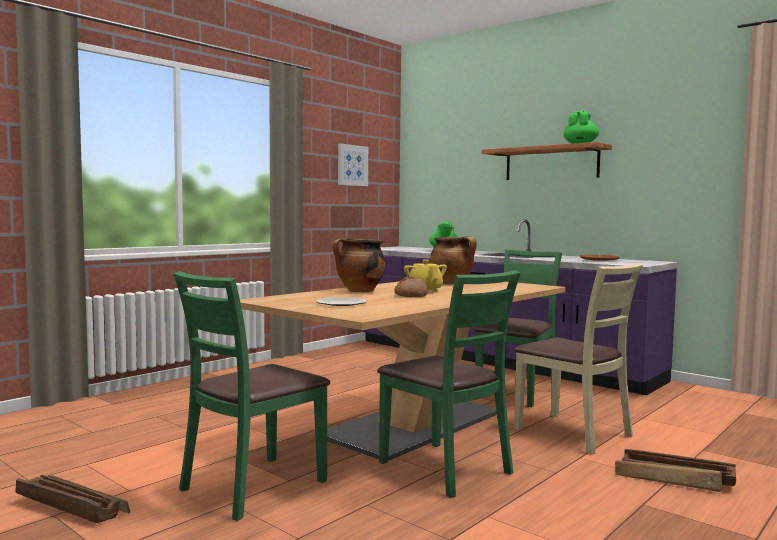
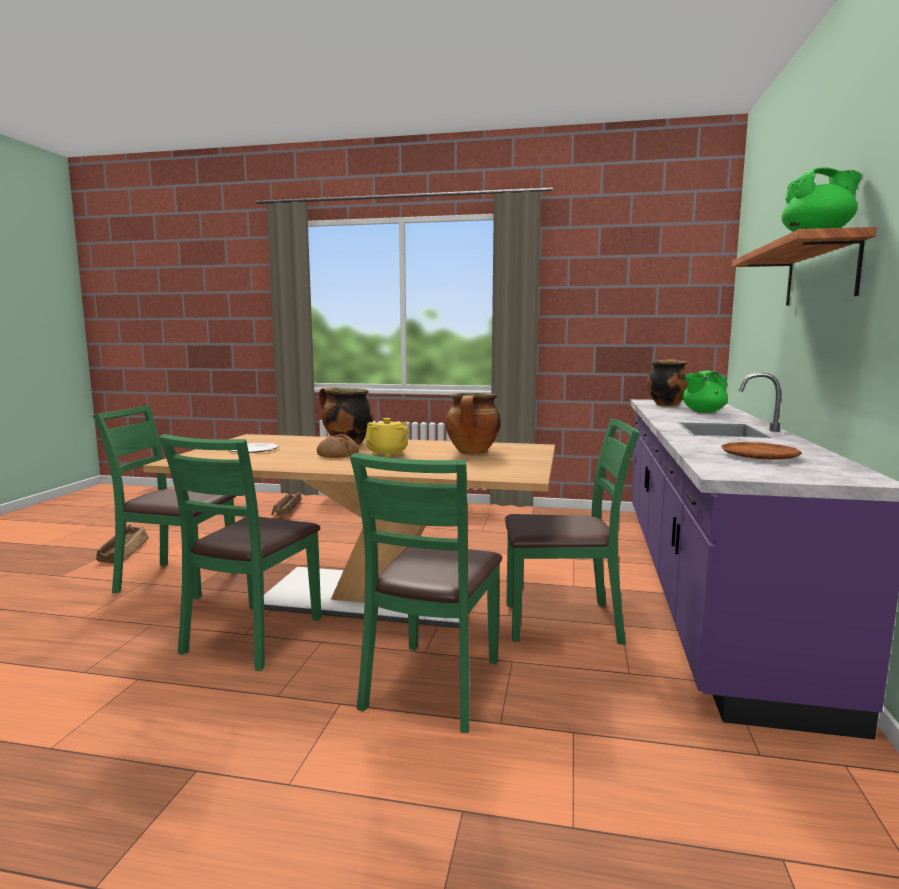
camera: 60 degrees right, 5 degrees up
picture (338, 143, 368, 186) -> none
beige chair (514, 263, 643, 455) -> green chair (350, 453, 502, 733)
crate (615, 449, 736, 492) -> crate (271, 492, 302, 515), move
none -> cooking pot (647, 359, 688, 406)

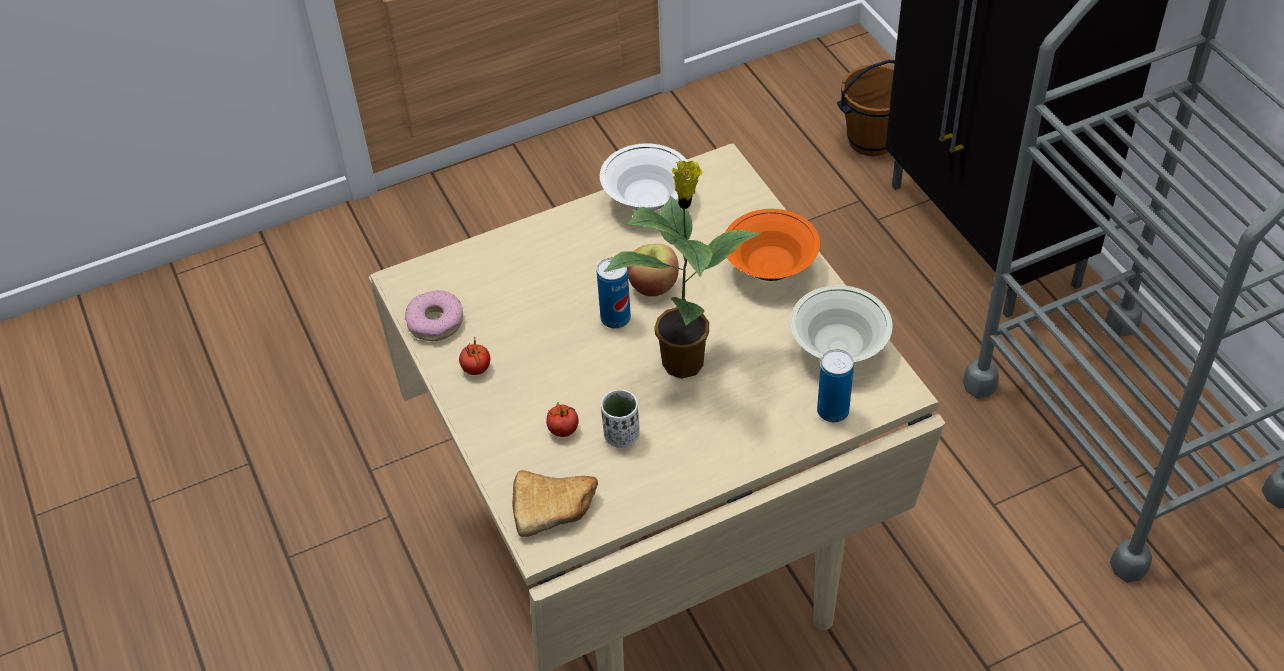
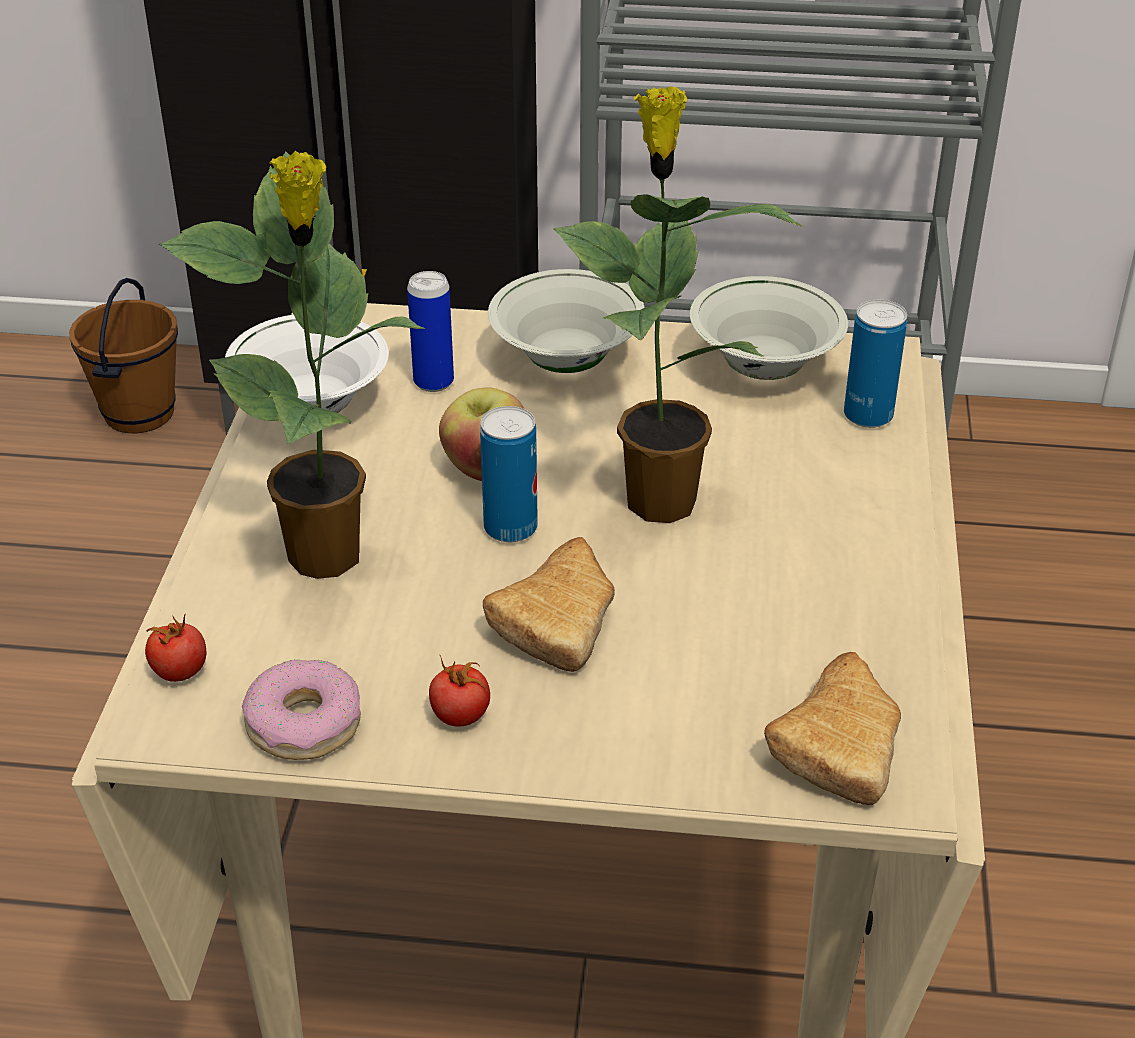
camera: 60 degrees left, 10 degrees down
orange bowl (726, 209, 820, 281) -> white bowl (488, 269, 645, 373)
white cup (601, 390, 640, 448) -> none
tomato (546, 402, 579, 437) -> tomato (145, 614, 206, 682), move
none -> potted plant (159, 151, 426, 579)
none -> can (407, 271, 454, 392)
none -> bread (483, 537, 615, 672)

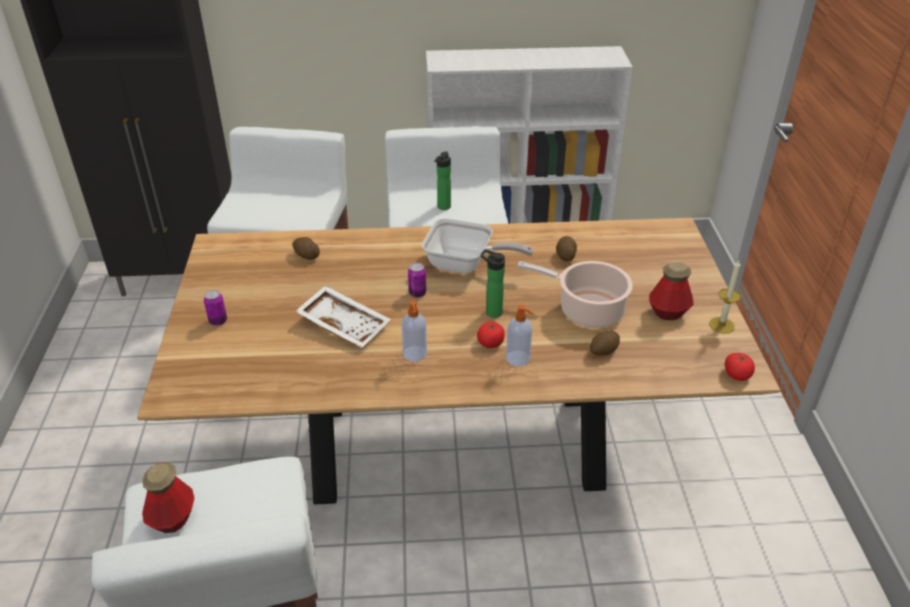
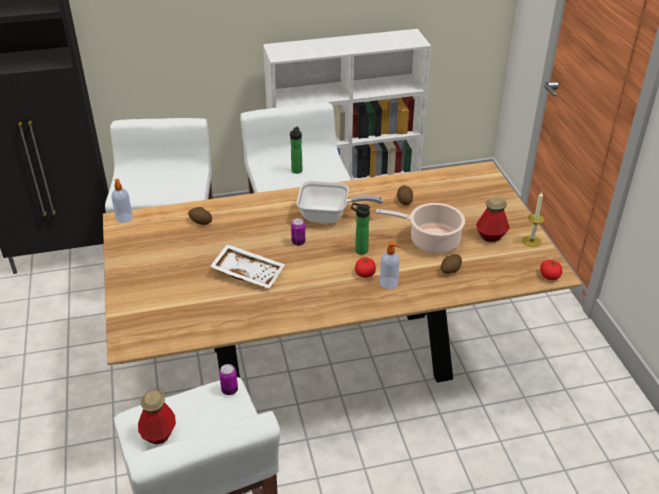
camera: 10 degrees left, 0 degrees up
can (204, 290, 227, 326) -> can (219, 364, 238, 395), move
soap dispenser (402, 300, 427, 362) -> soap dispenser (111, 179, 133, 223), move

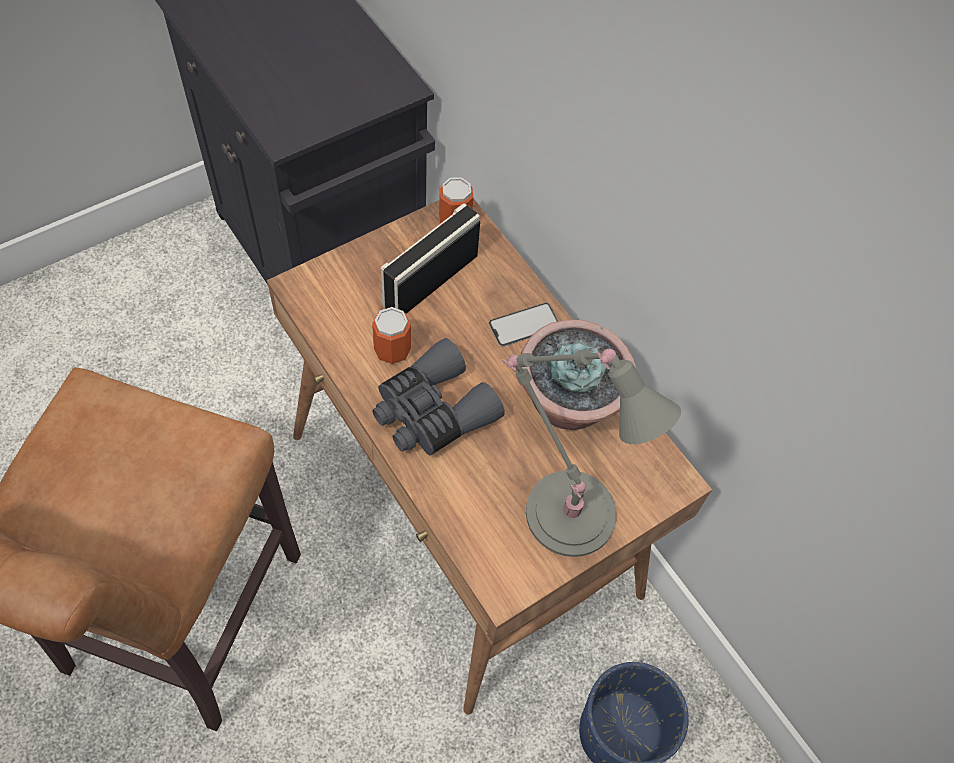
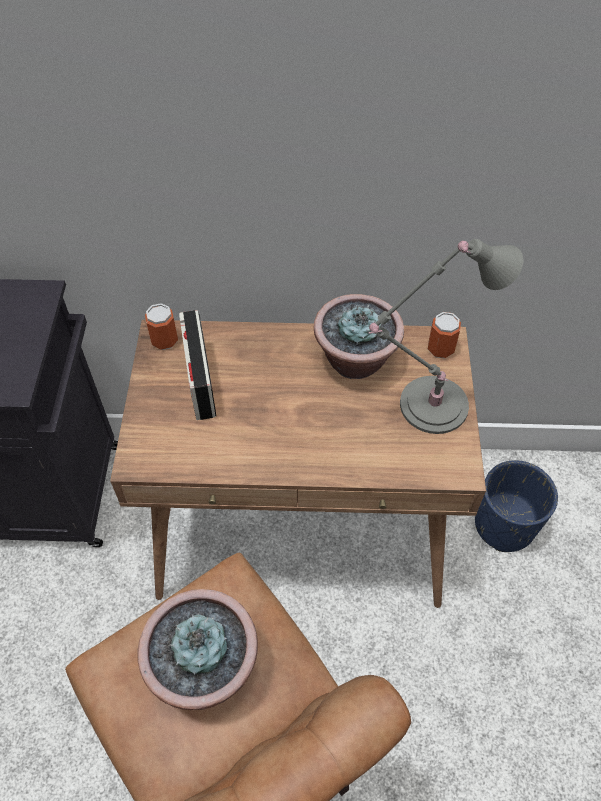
camera: 50 degrees left, 5 degrees down
phone (489, 303, 558, 347) -> none
can (372, 307, 411, 364) -> can (428, 312, 461, 359), move
grey binoculars (372, 338, 505, 455) -> none
none -> potted plant (137, 589, 258, 710)

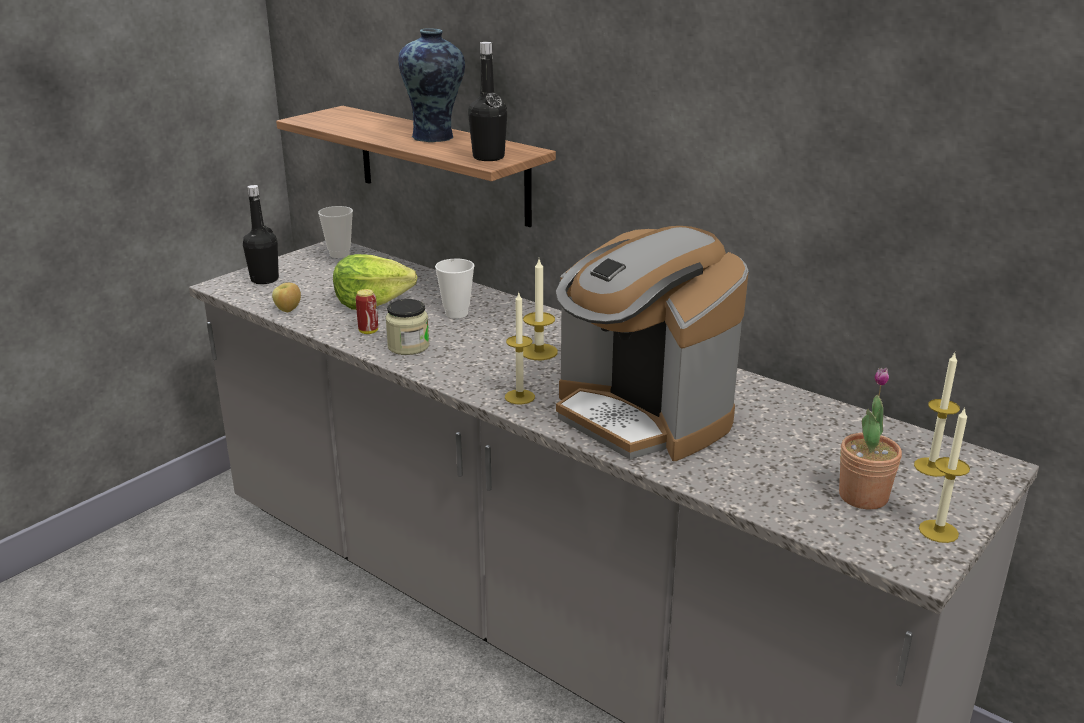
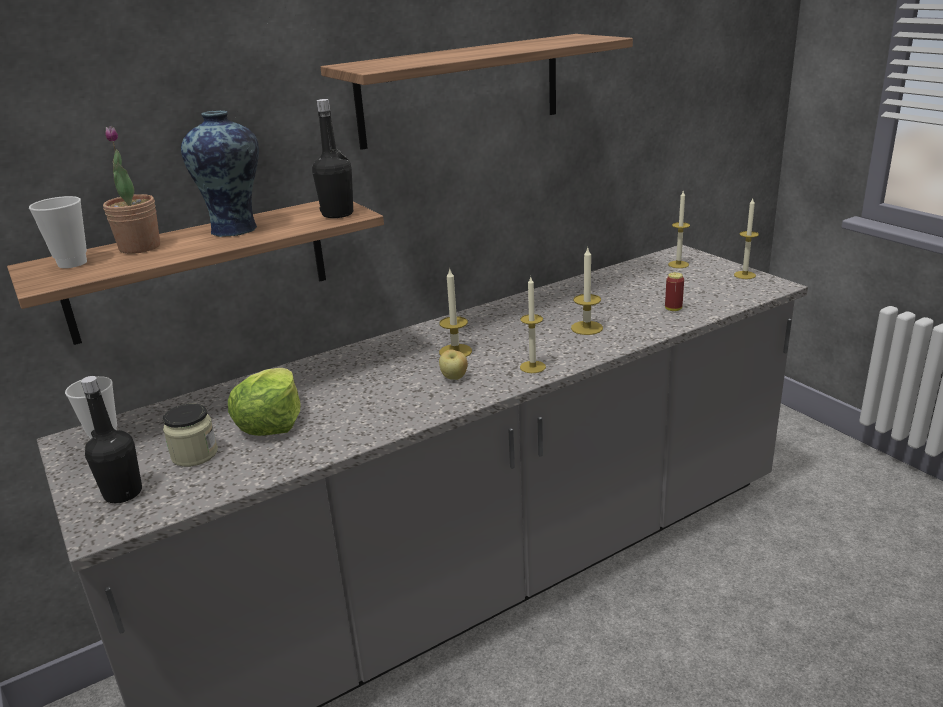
camera: 70 degrees left, 0 degrees up
coffee machine (555, 226, 749, 461) -> candle (571, 248, 603, 335)
cup (435, 259, 475, 318) -> cup (29, 196, 87, 268), move
apple (272, 283, 301, 312) -> apple (439, 350, 468, 380), move
can (355, 289, 378, 334) -> can (665, 272, 684, 311), move
jar (385, 299, 429, 355) -> jar (163, 403, 218, 467), move
potted plant (839, 368, 902, 510) -> potted plant (103, 126, 160, 254), move
none -> shelf (320, 34, 633, 150)

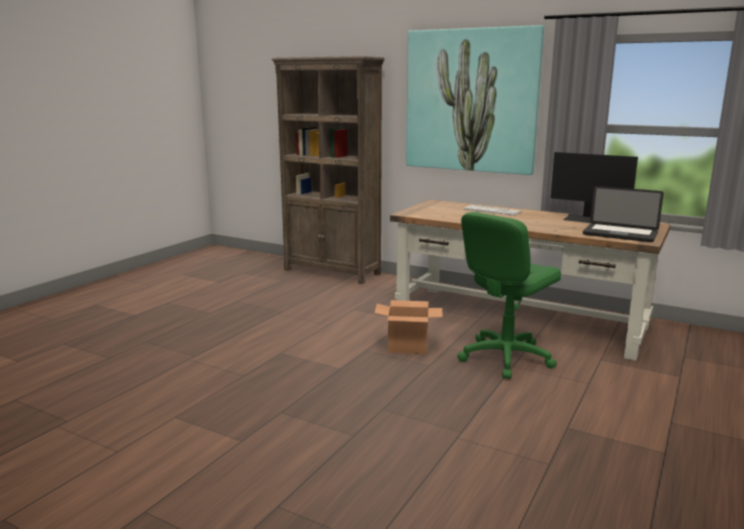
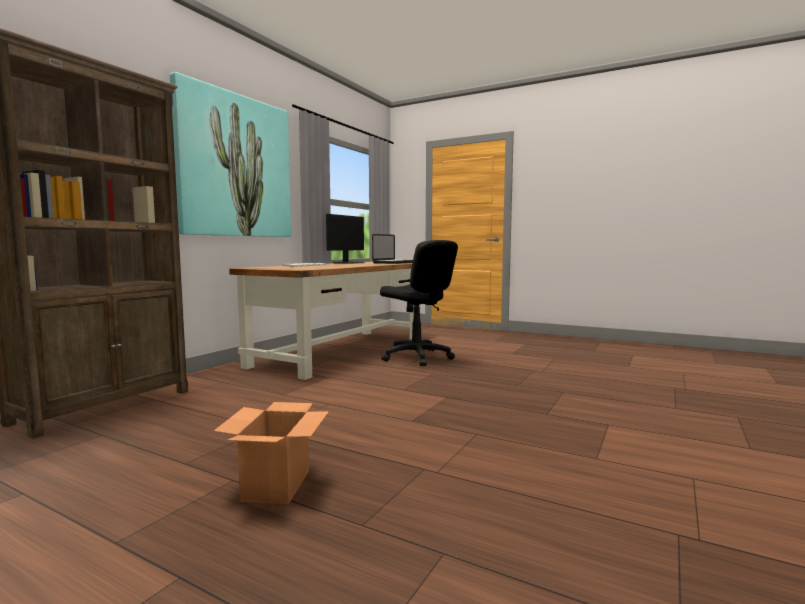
camera: 90 degrees left, 10 degrees down
green office chair (457, 212, 561, 379) -> black office chair (380, 240, 458, 366)
cardboard box (375, 300, 443, 354) -> cardboard box (214, 402, 329, 504), move

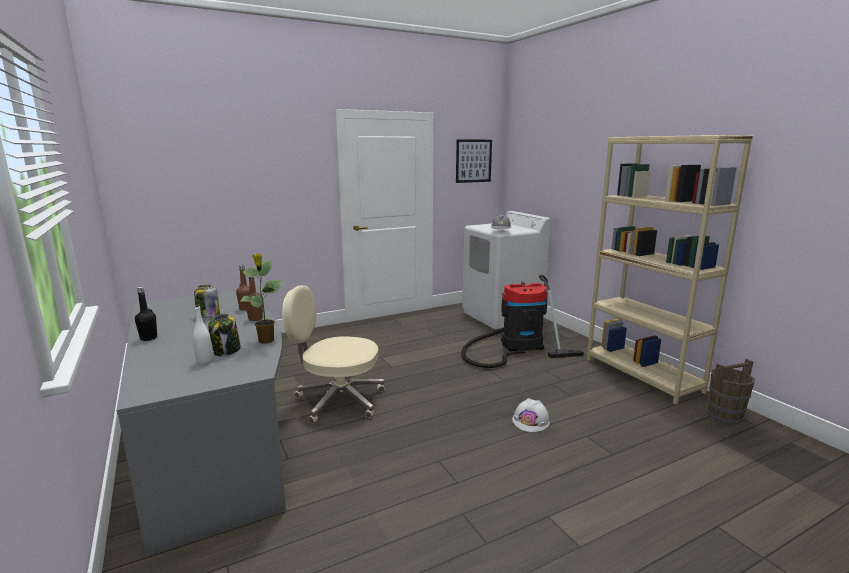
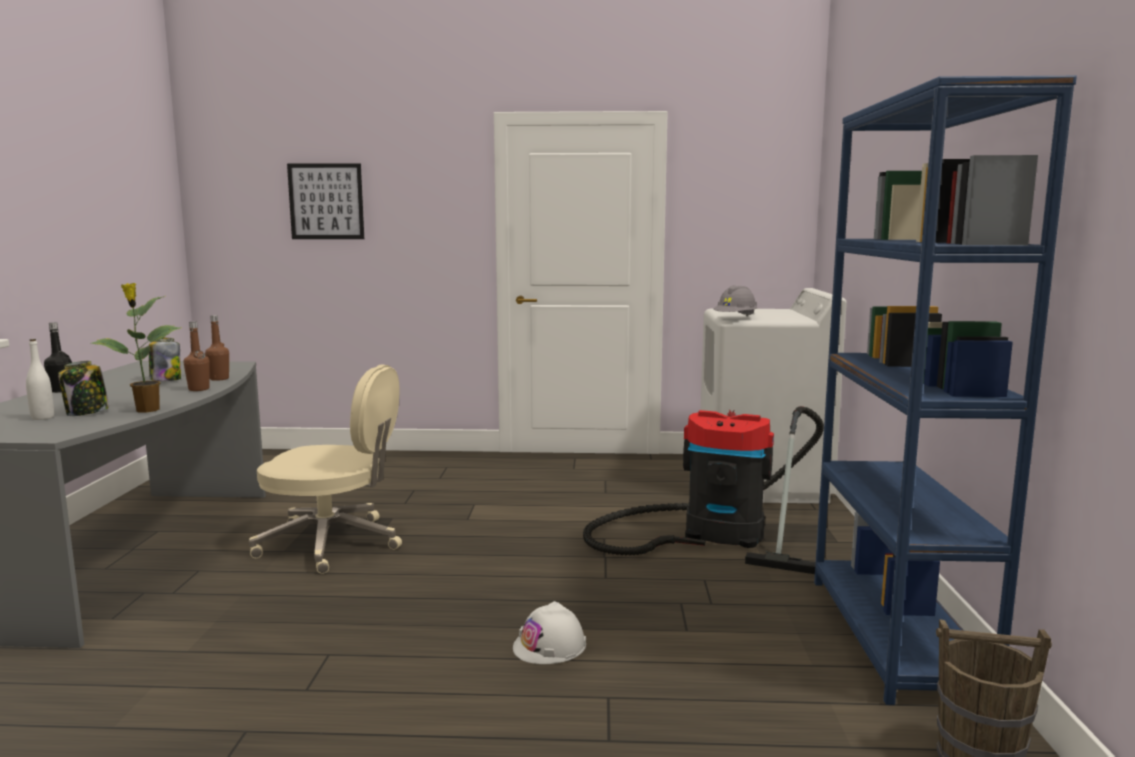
camera: 30 degrees right, 5 degrees down
beige bookcase (586, 135, 753, 405) -> blue bookcase (814, 76, 1077, 705)
picture (456, 139, 492, 183) -> picture (287, 163, 364, 239), move
beige office chair (282, 285, 385, 424) -> beige office chair (249, 364, 402, 574), 150 degrees clockwise

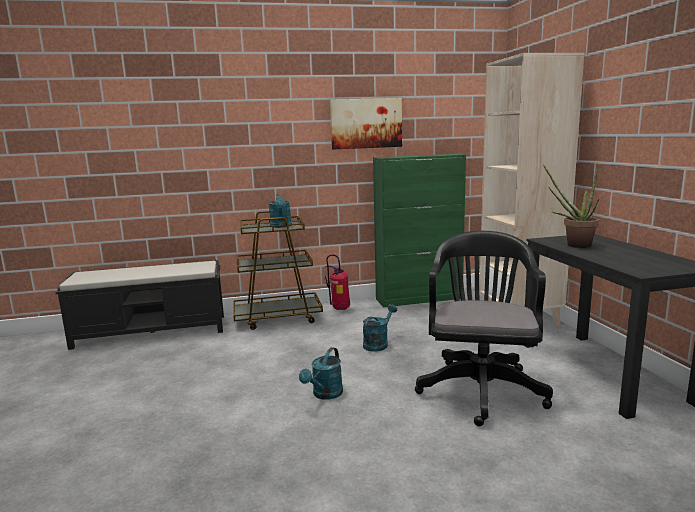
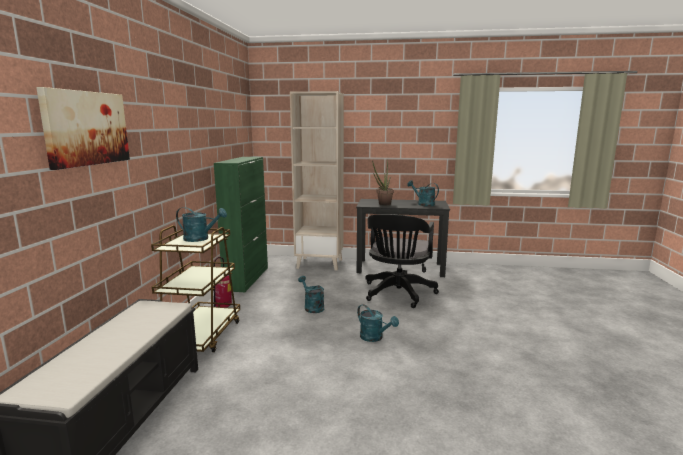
camera: 70 degrees left, 0 degrees up
picture (330, 98, 402, 150) -> picture (36, 87, 130, 170), move
black office chair (415, 231, 553, 426) -> black office chair (365, 214, 439, 308), 105 degrees counterclockwise
none -> turquoise watering can (407, 180, 439, 206)

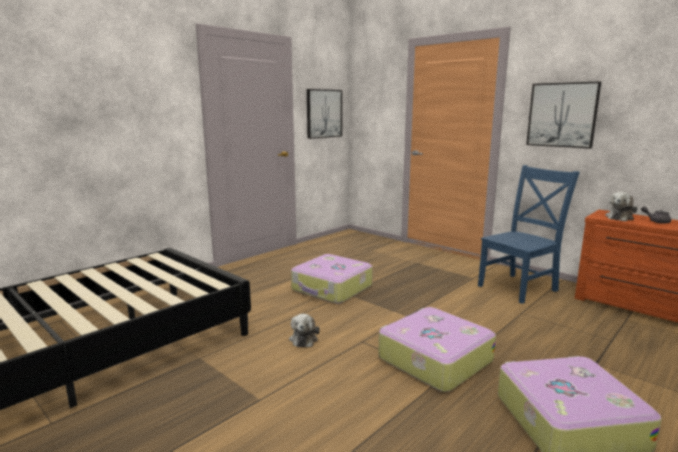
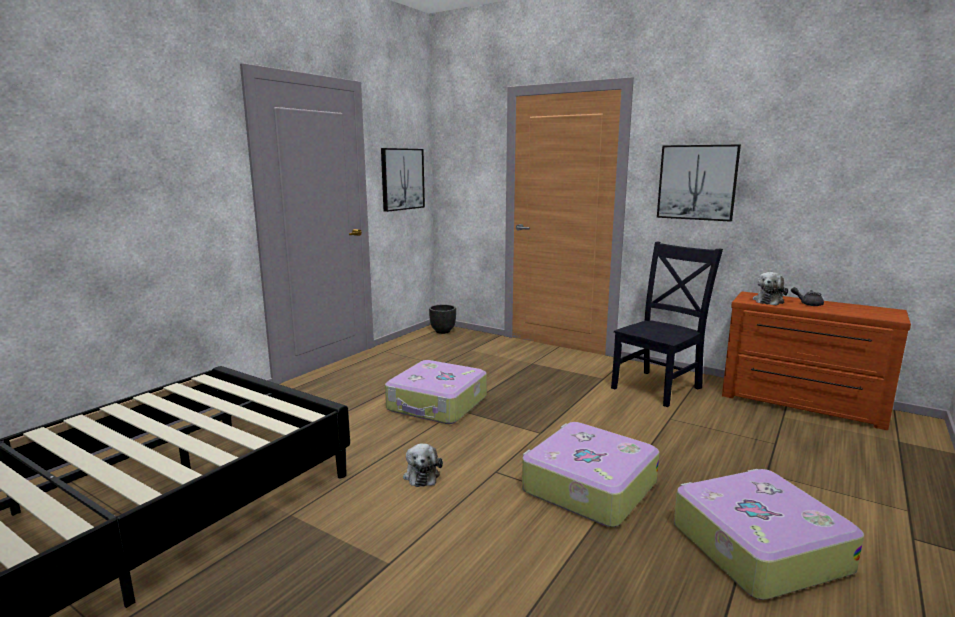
camera: 10 degrees left, 0 degrees up
blue chair (478, 165, 580, 304) -> black chair (611, 242, 723, 407)
none -> black planter (429, 304, 456, 334)

